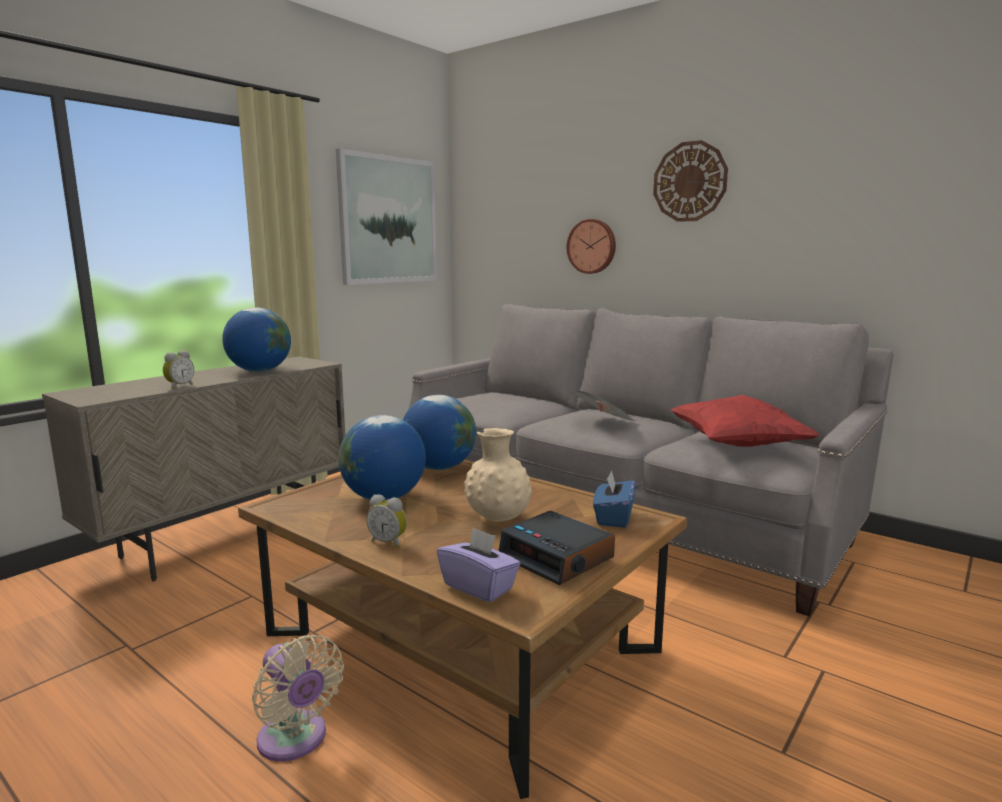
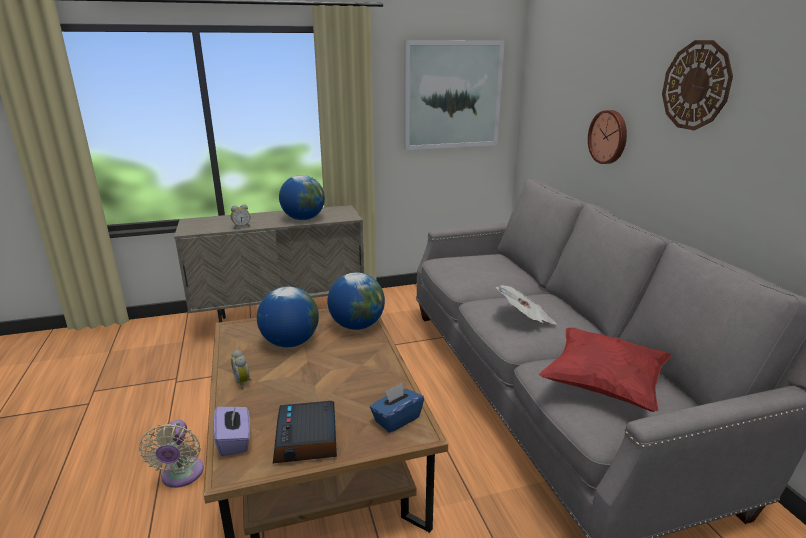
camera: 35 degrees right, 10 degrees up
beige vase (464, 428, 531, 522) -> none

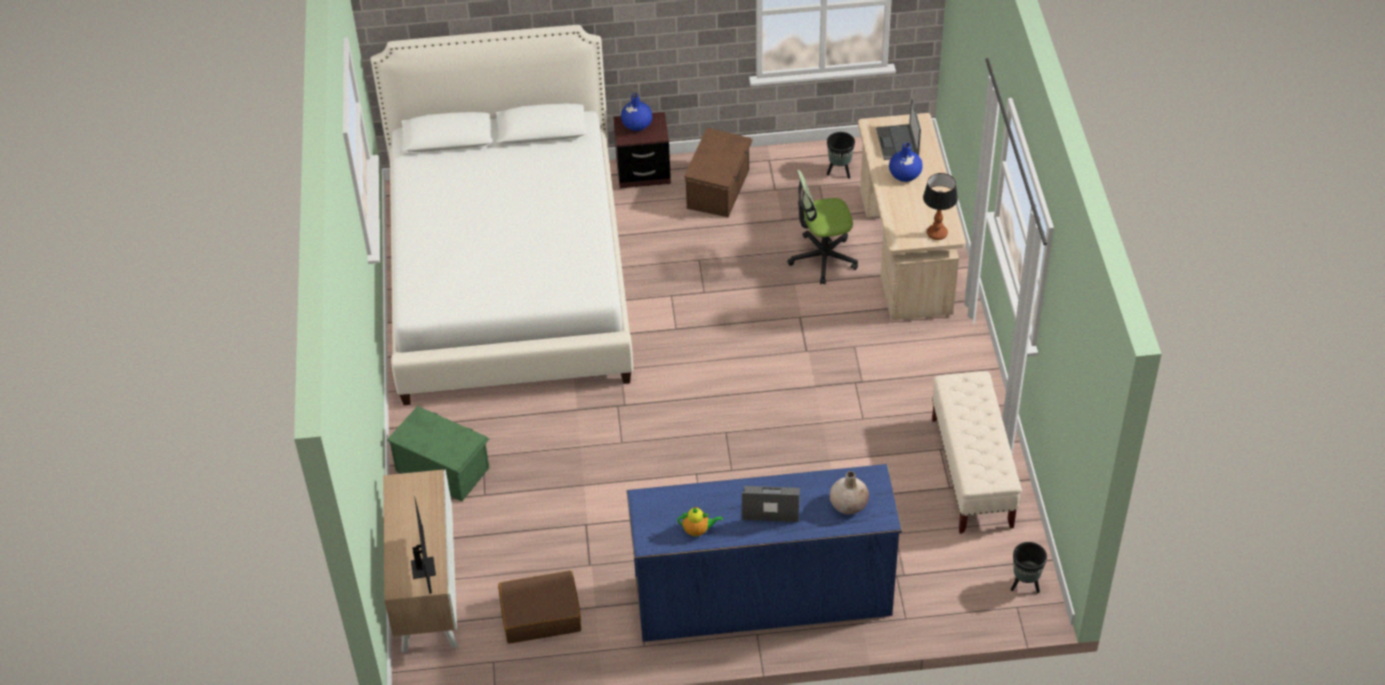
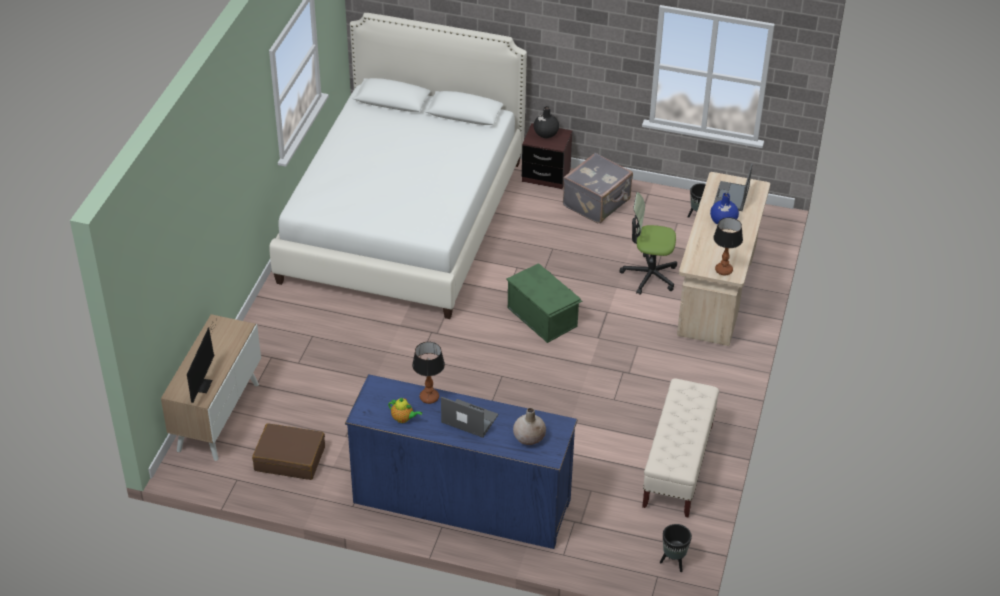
camera: 20 degrees right, 5 degrees down
blue vase (621, 93, 652, 131) -> black vase (534, 106, 559, 138)
brown storage box (684, 128, 753, 217) -> grey suitcase (563, 153, 633, 223)
green storage box (387, 406, 489, 502) -> green storage box (506, 263, 583, 343), move
none -> table lamp (412, 342, 445, 404)

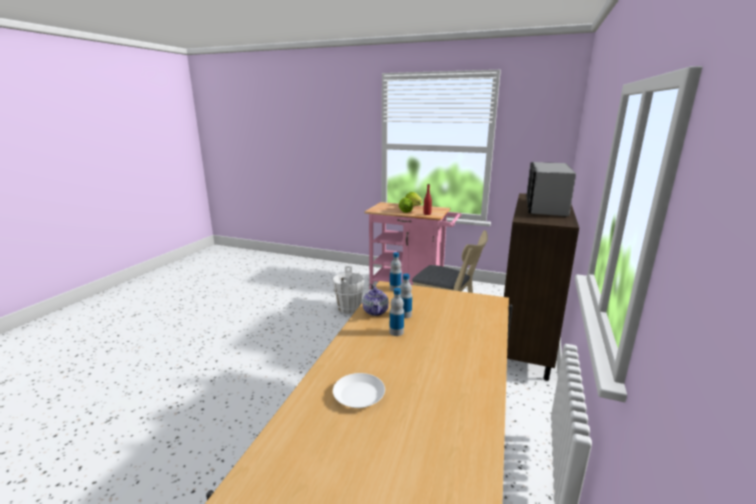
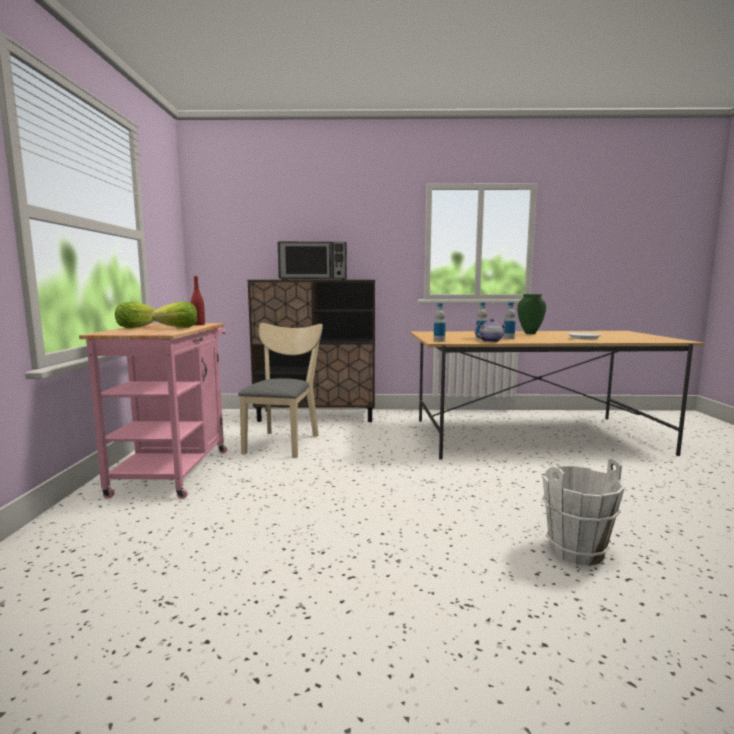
camera: 110 degrees left, 10 degrees down
white bucket (333, 266, 365, 314) -> white bucket (542, 459, 625, 566), move
none -> green vase (517, 294, 546, 334)

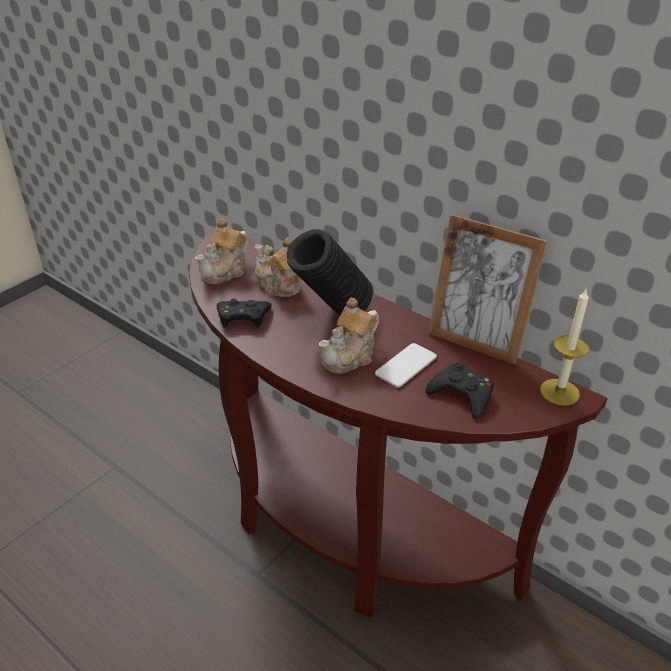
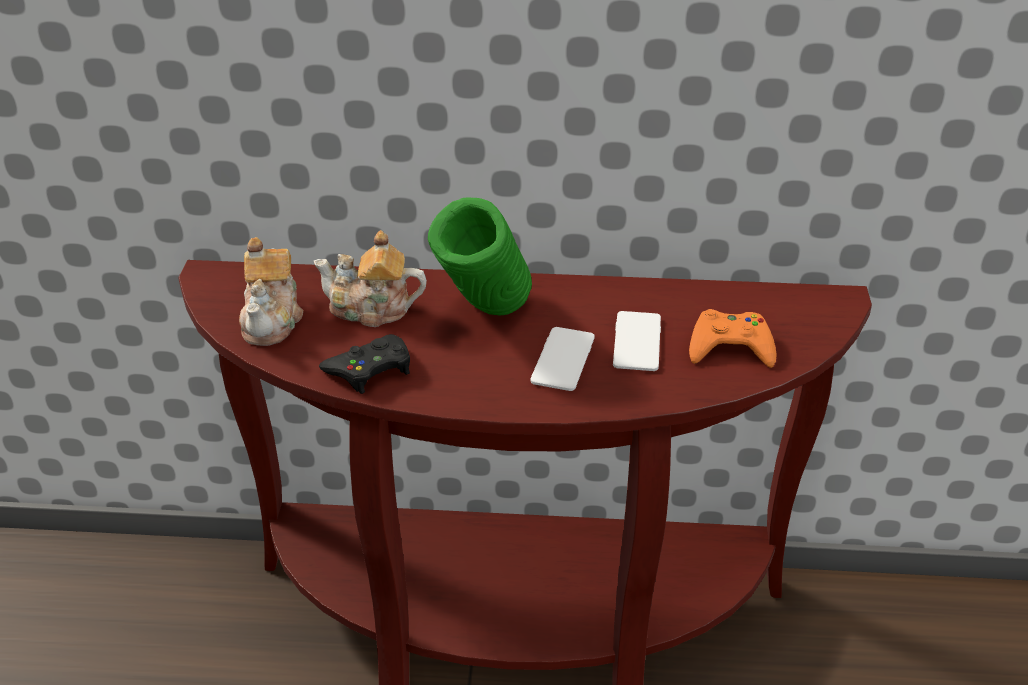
camera: 35 degrees left, 0 degrees up
picture frame (428, 214, 548, 365) -> none
black vase (287, 229, 373, 315) -> green vase (428, 197, 532, 316)
candle (540, 288, 590, 406) -> none
teapot (319, 298, 379, 374) -> phone (530, 327, 595, 391)
black game controller (425, 362, 494, 419) -> orange game controller (689, 309, 777, 368)

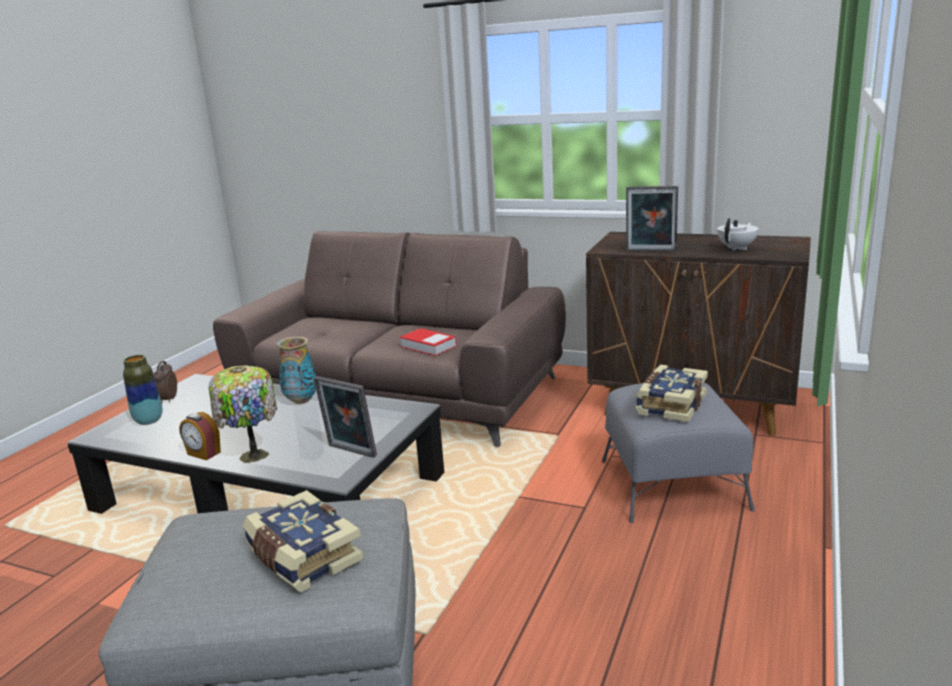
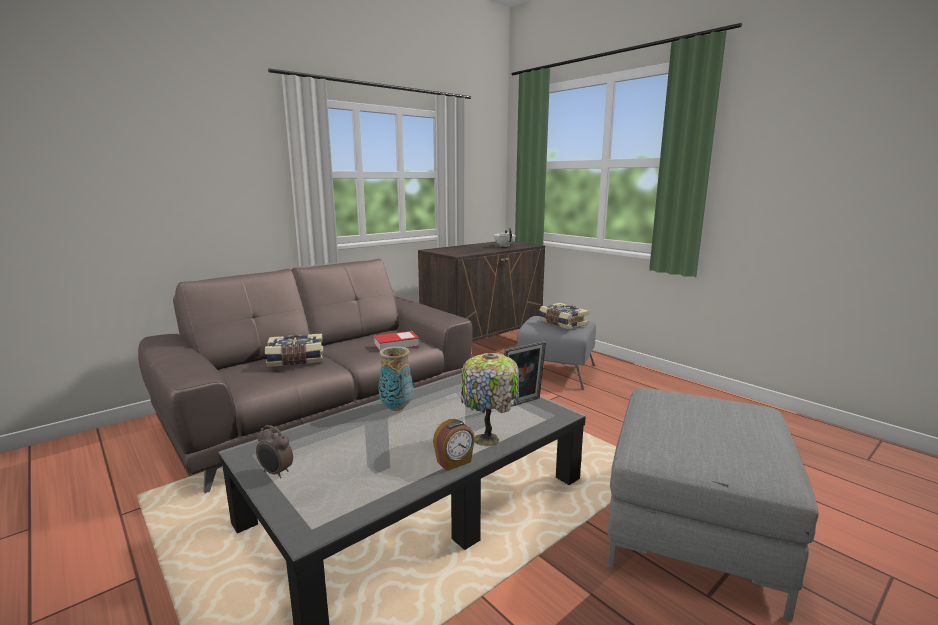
camera: 65 degrees left, 5 degrees down
picture frame (626, 186, 678, 252) -> none
vase (123, 355, 163, 425) -> none
book (243, 490, 364, 593) -> book (265, 333, 324, 367), move

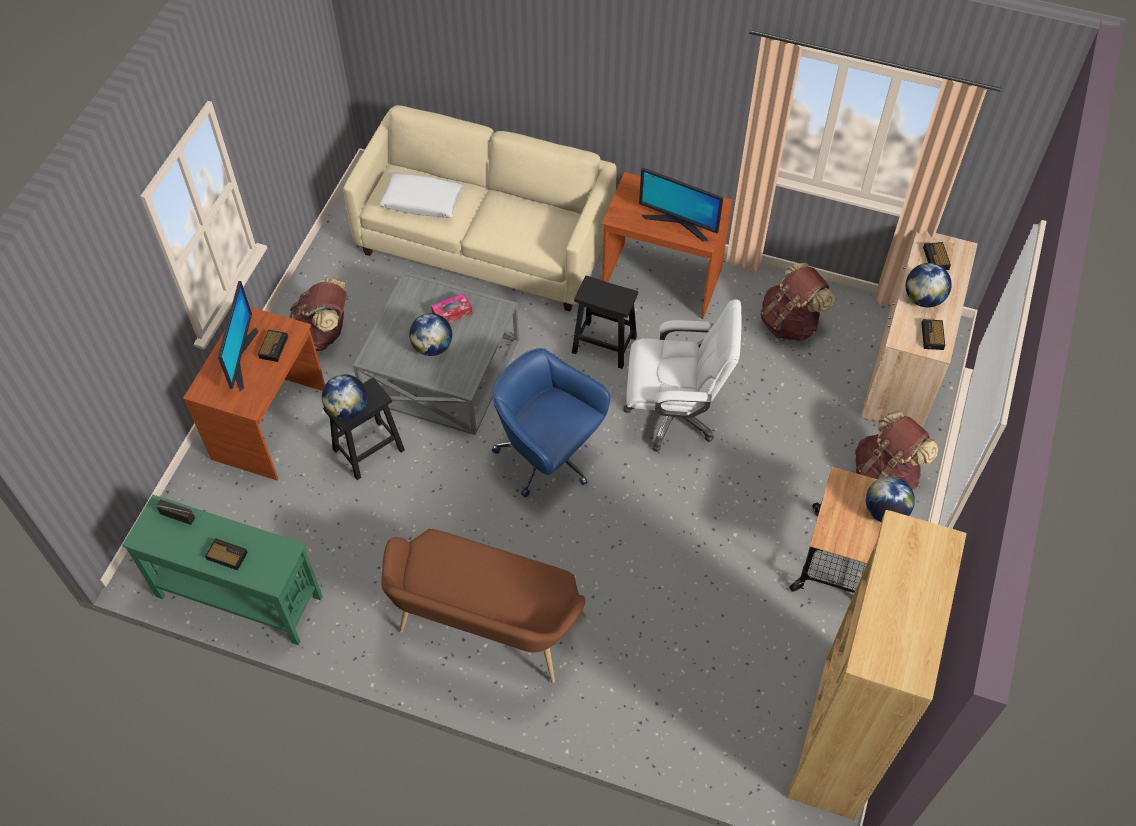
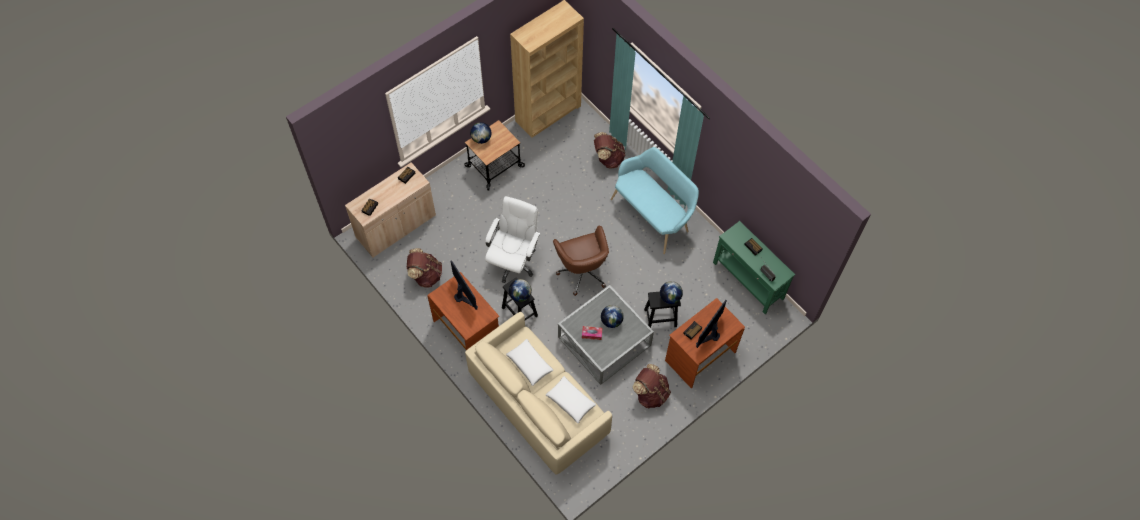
camera: 150 degrees left, 5 degrees up
globe (906, 263, 952, 307) -> globe (509, 279, 532, 302), move
white office chair (623, 299, 741, 452) -> white office chair (485, 196, 540, 283), 75 degrees clockwise
blue office chair (492, 348, 610, 497) -> brown office chair (553, 225, 609, 296)
brown backpack (855, 411, 938, 490) -> brown backpack (594, 132, 625, 169), move
brown bench (382, 529, 586, 683) -> turquoise bench (610, 147, 699, 254)
none -> white pillow (506, 339, 553, 386)

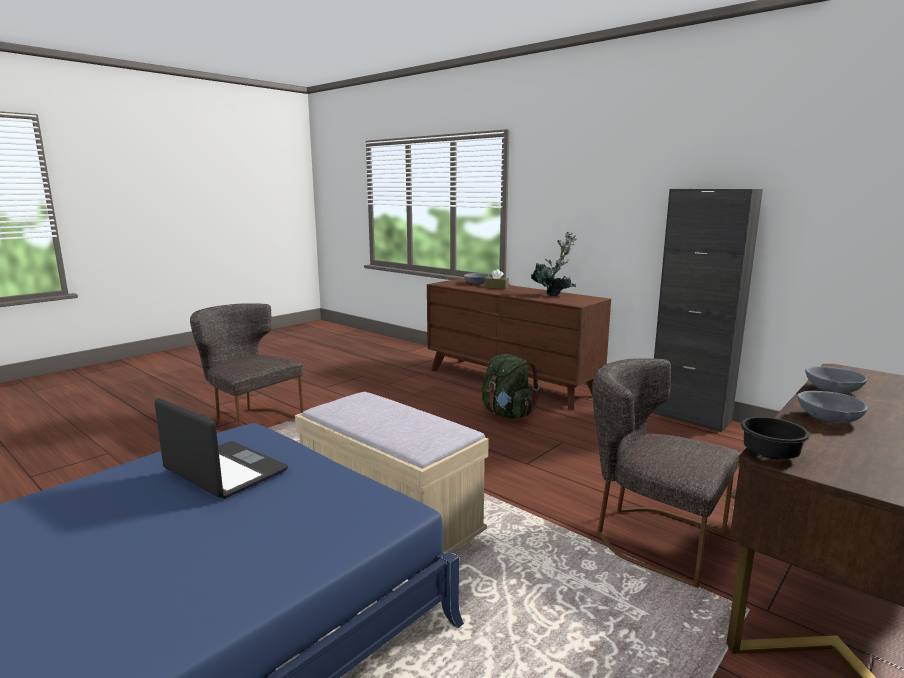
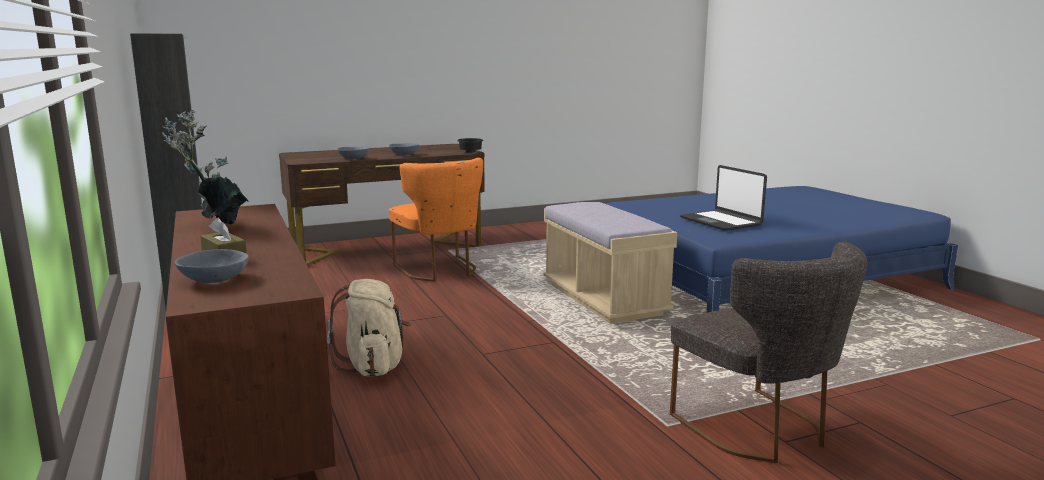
camera: 155 degrees left, 0 degrees up
green backpack (482, 354, 540, 418) -> beige backpack (327, 279, 411, 377)
grey chair (592, 358, 740, 588) -> orange chair (389, 158, 483, 282)

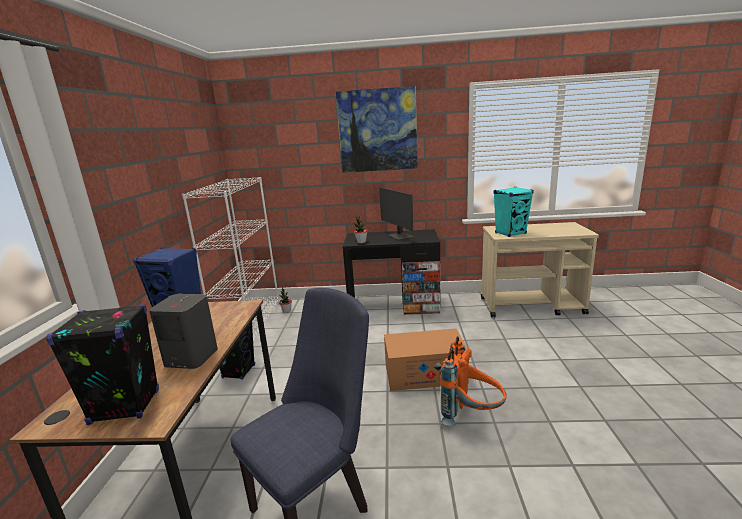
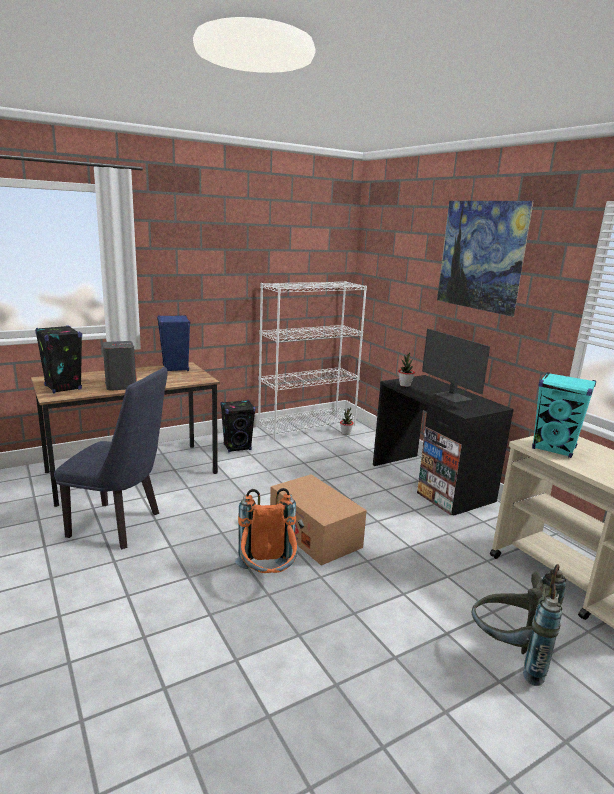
camera: 55 degrees right, 0 degrees up
monitor (379, 187, 414, 240) -> monitor (422, 329, 490, 403), 60 degrees counterclockwise
none -> grey backpack (472, 564, 566, 686)

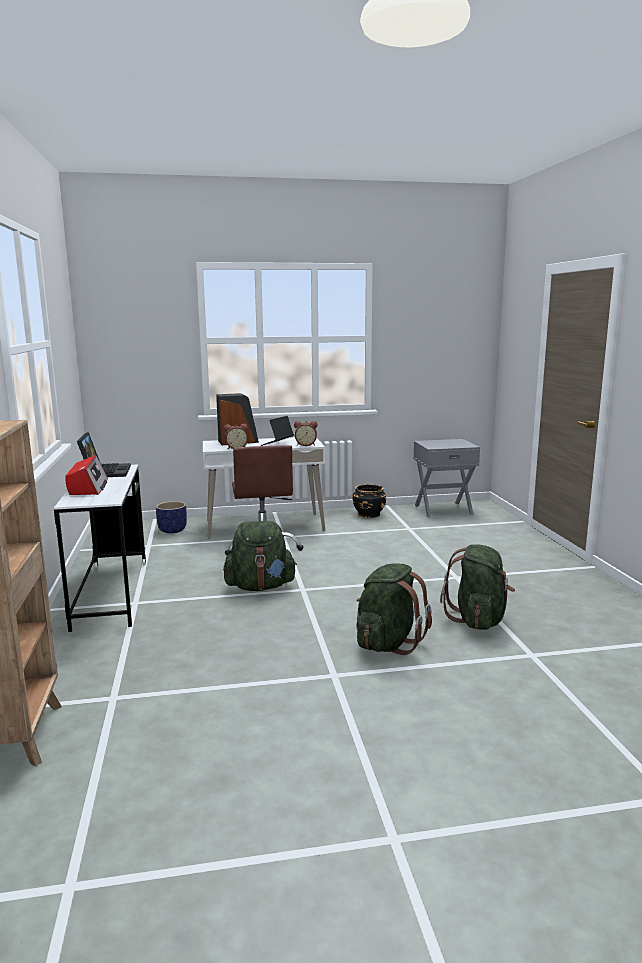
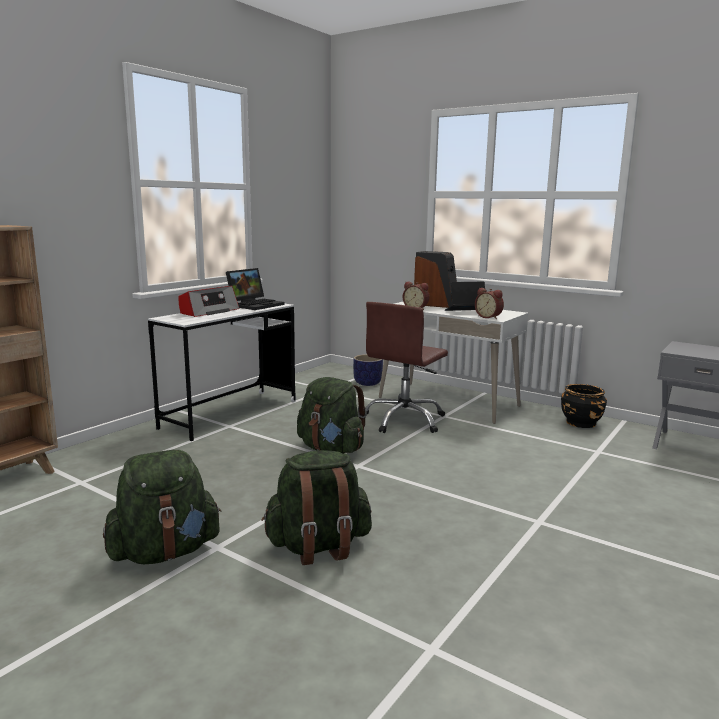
camera: 45 degrees right, 0 degrees up
green backpack (440, 544, 515, 630) -> green backpack (103, 450, 222, 564), move

